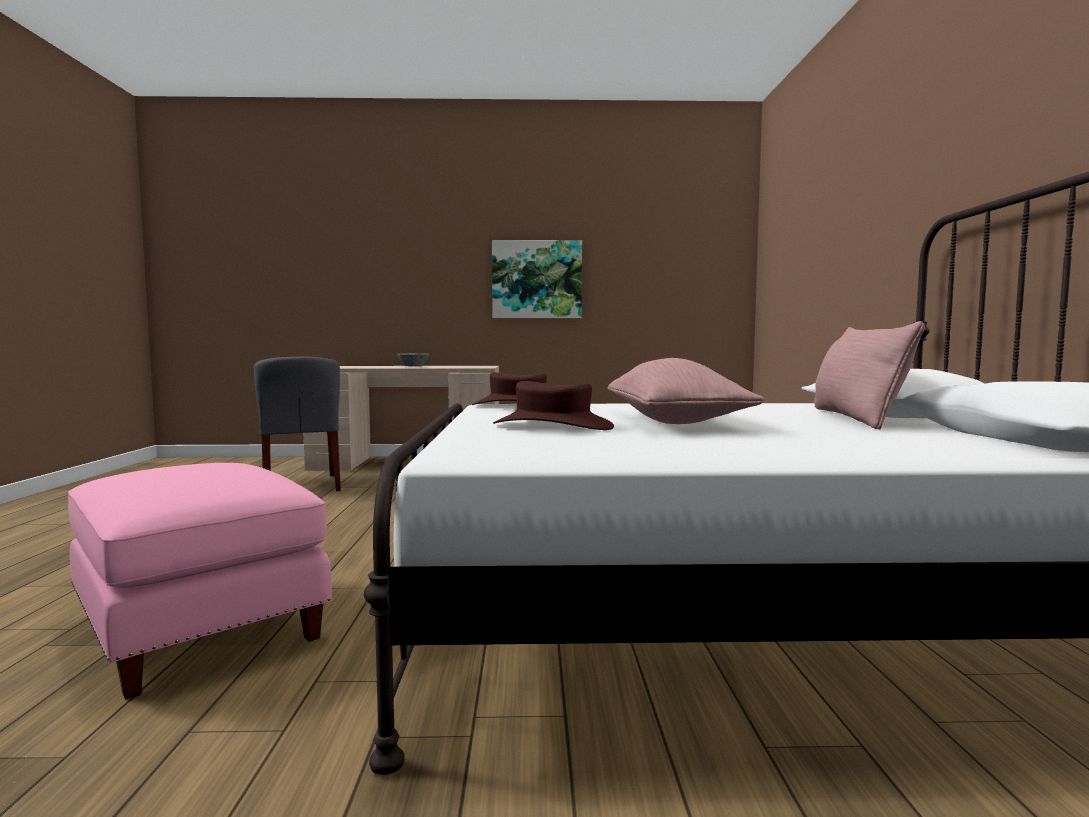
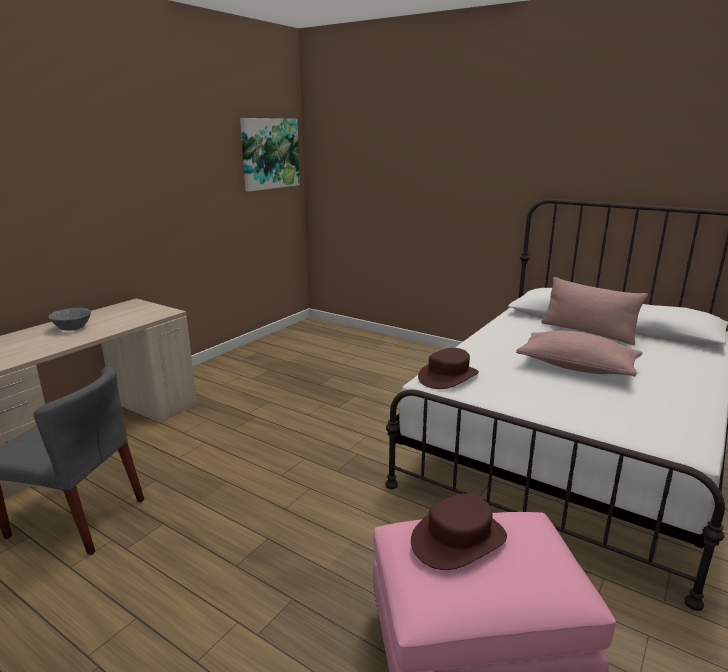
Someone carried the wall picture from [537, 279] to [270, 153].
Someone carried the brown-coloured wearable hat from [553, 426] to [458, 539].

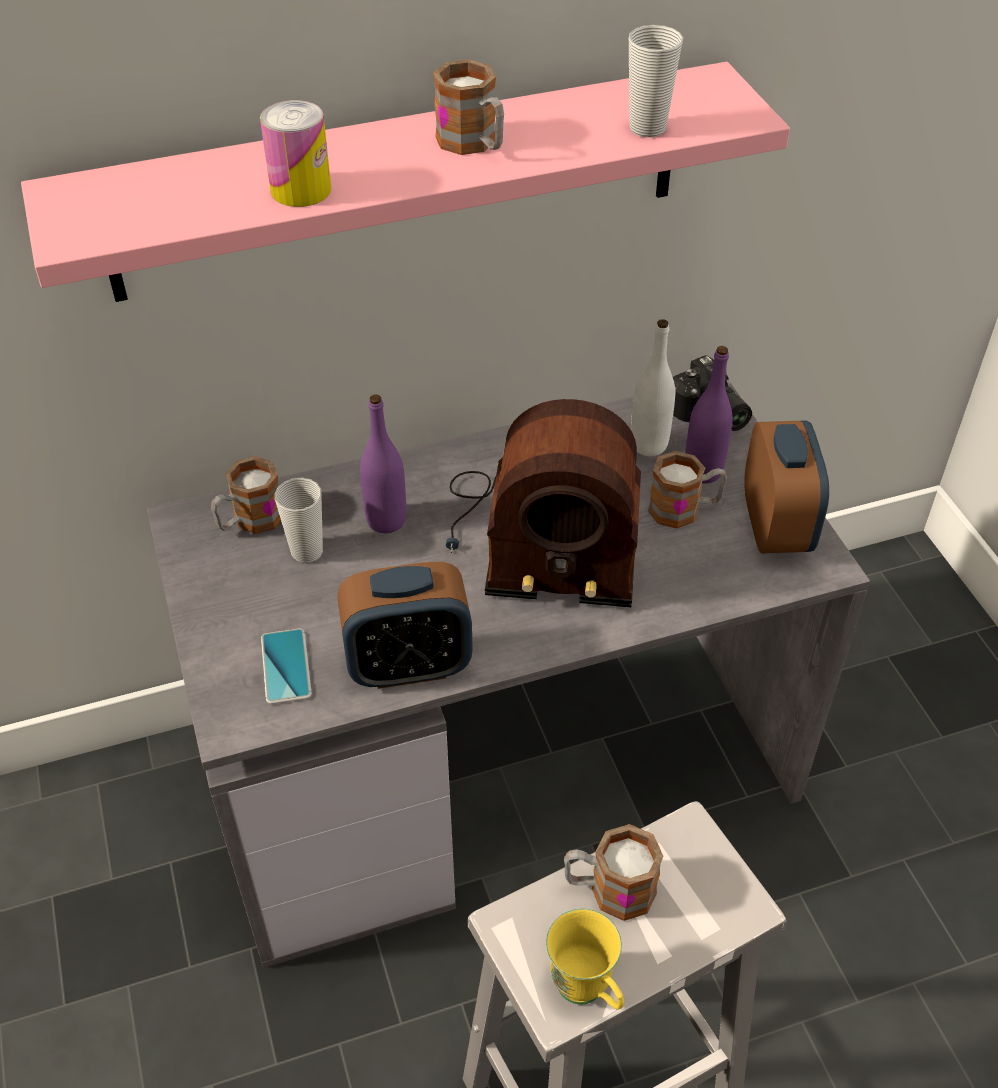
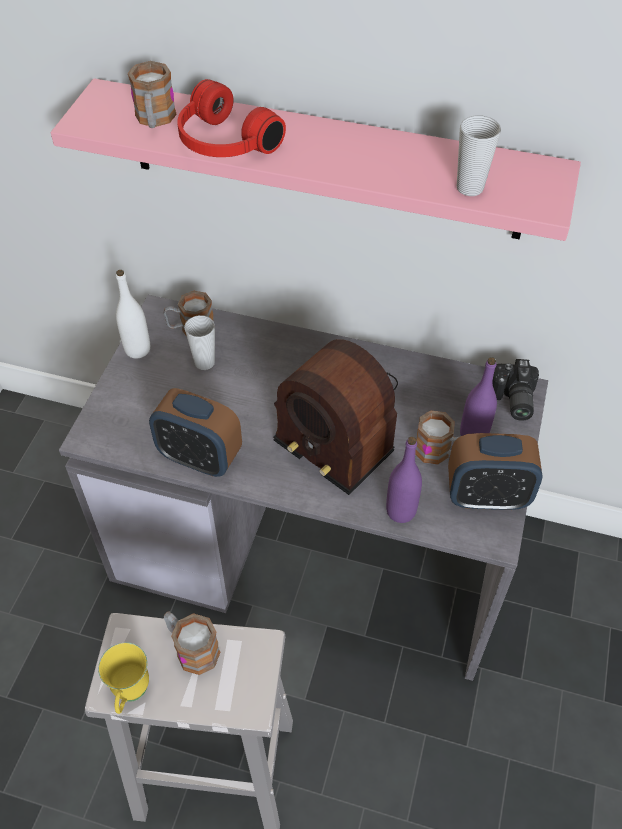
Someone swapped the sealed can at [301, 190] for the red-coloured headset at [223, 143].
Someone took away the handset at [286, 666].
Someone carried the purple beverage bottle from [386, 520] to [401, 511].
Someone carried the coffee mug from [474, 144] to [155, 120].
Someone carried the white beverage bottle from [648, 444] to [137, 349].
Someone rotated the table clock at [776, 527] by 60 degrees clockwise.

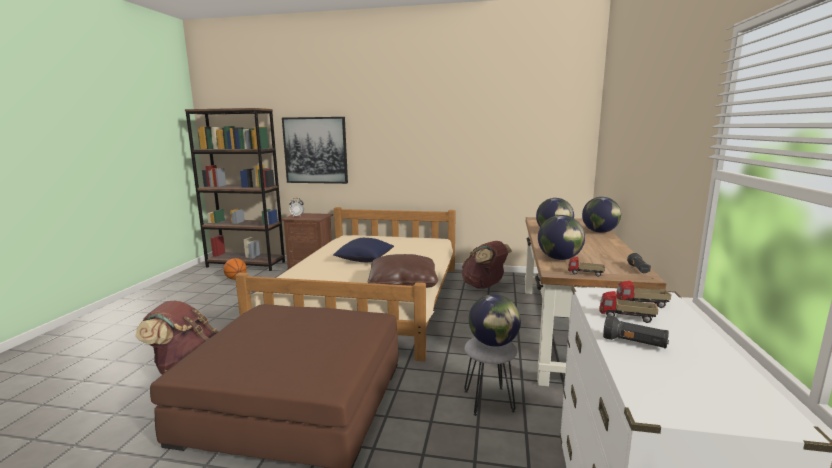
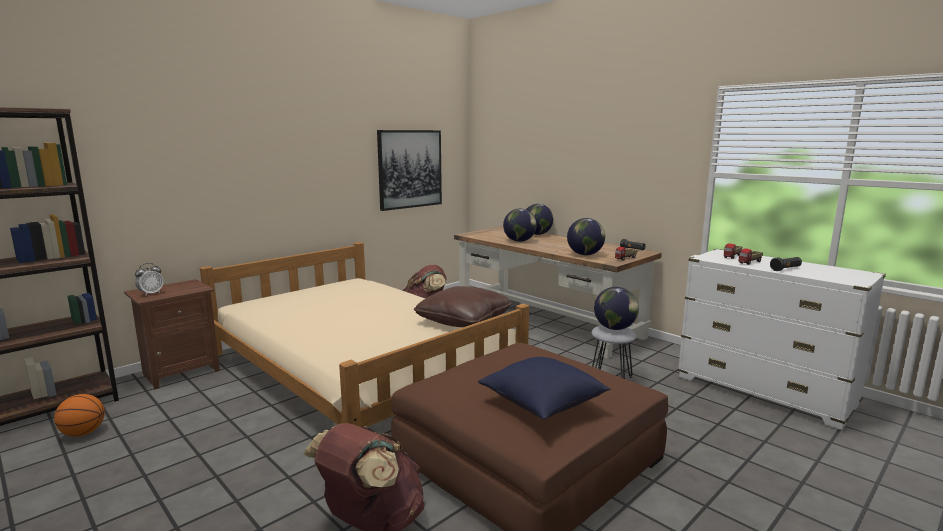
Someone carried the wall picture from [315, 150] to [410, 169].
Someone carried the bluish throw pillow from [364, 260] to [543, 404].

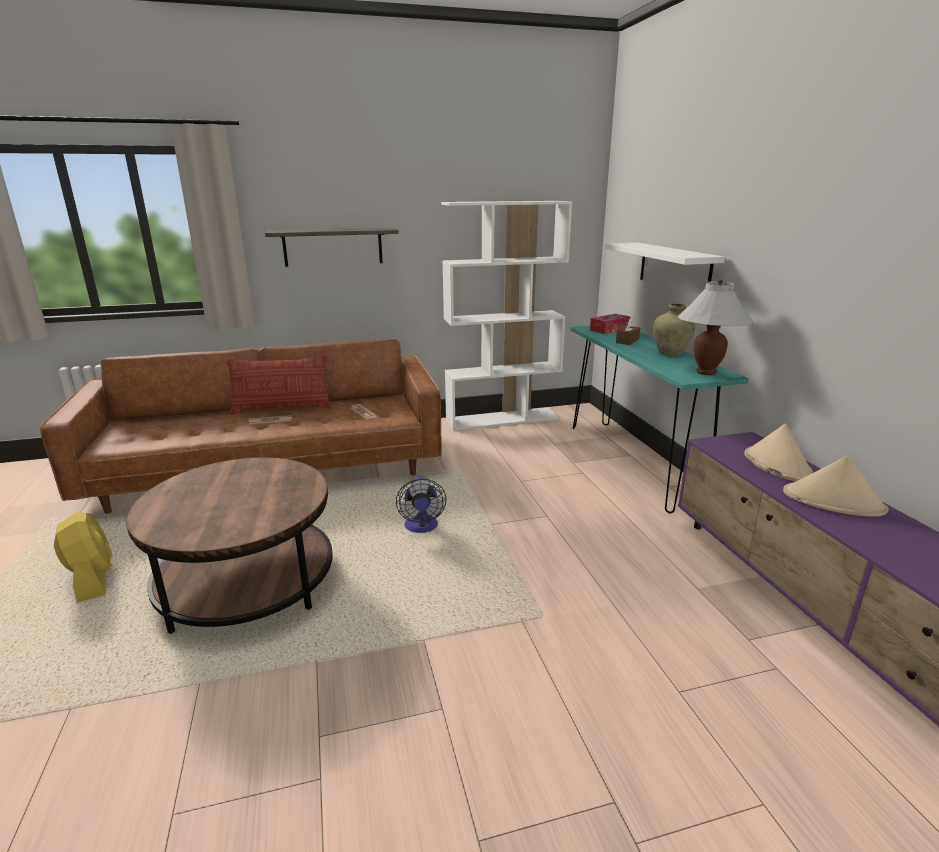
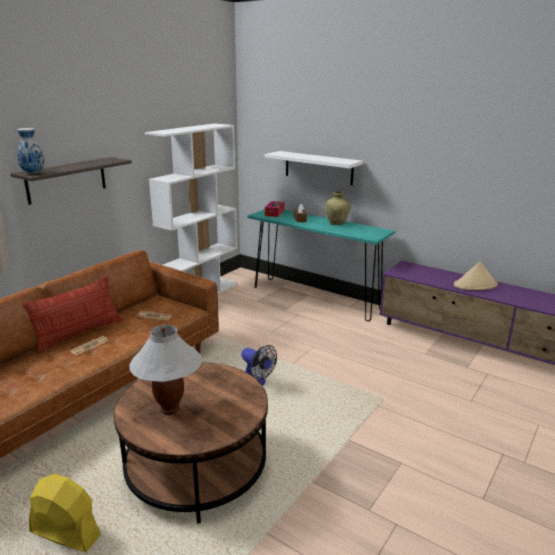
Someone carried the white lamp for a table from [705, 372] to [169, 409].
Someone took away the sand-coloured wearable hat at [777, 465].
Someone put down the vase at [33, 173].

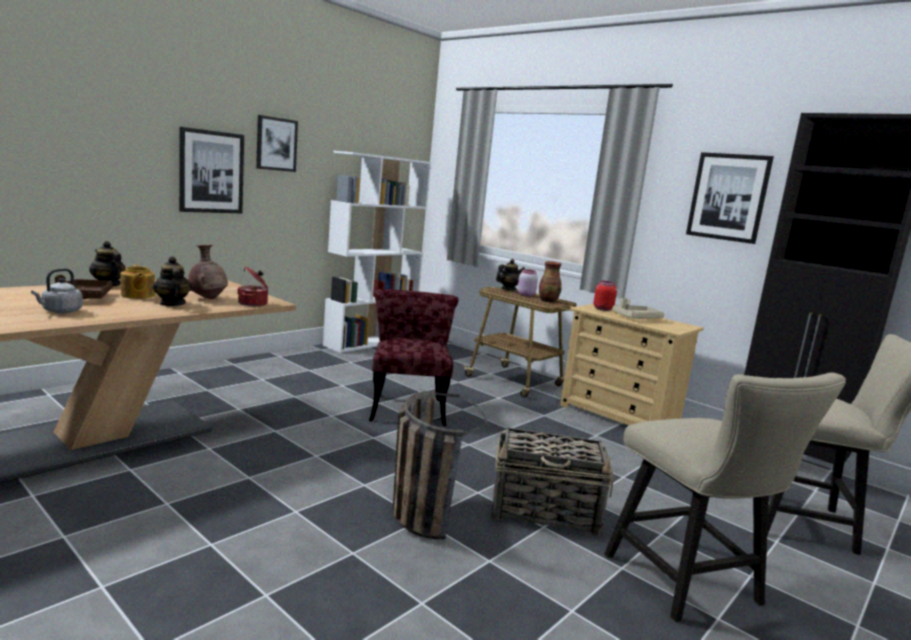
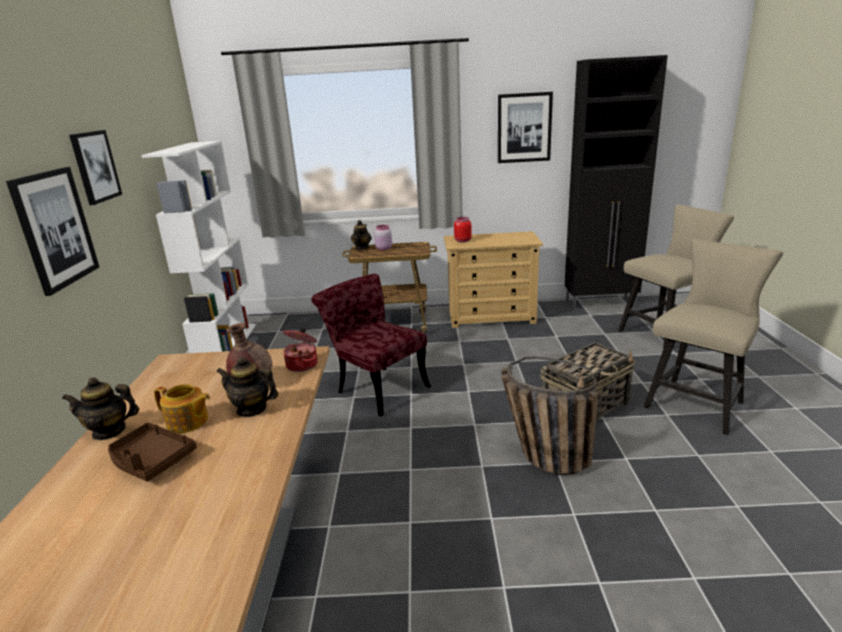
Someone took away the greyish tea kettle at [60, 311].
Someone took away the vase at [548, 301].
Someone rotated the sand-coloured plain chair at [690, 585] by 75 degrees counterclockwise.
Someone took away the sand-coloured carrying tray at [636, 318].

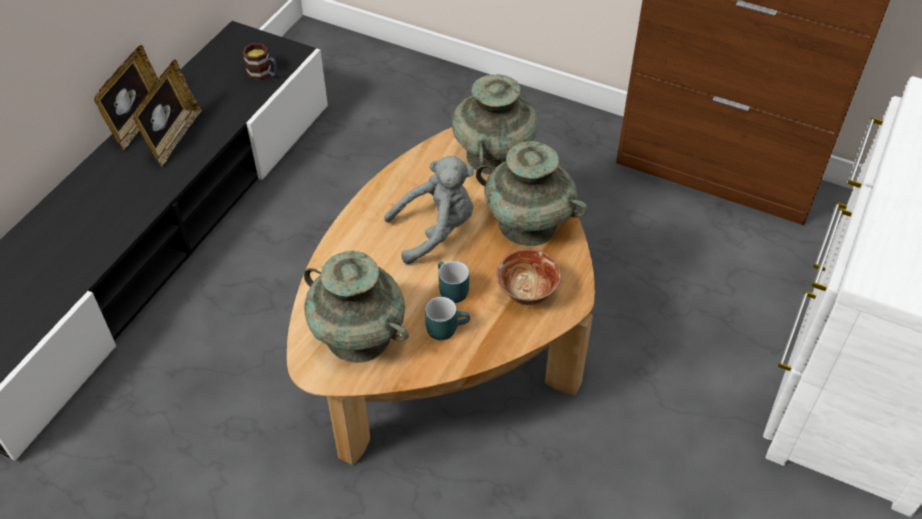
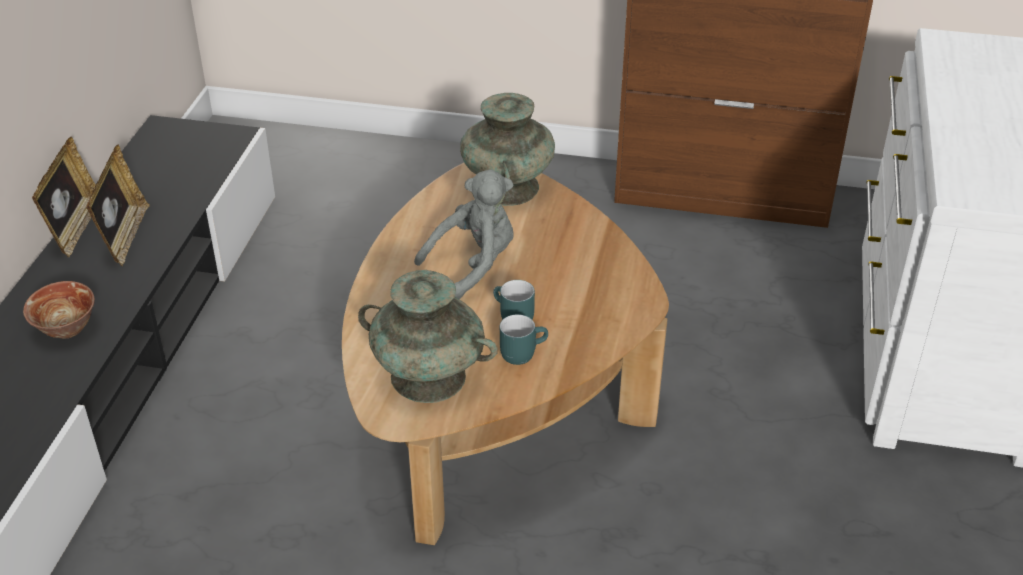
Someone took away the coffee mug at [264, 74].
Someone took away the turquoise-coloured vase at [528, 224].
Someone carried the deep dish from [527, 293] to [67, 329].

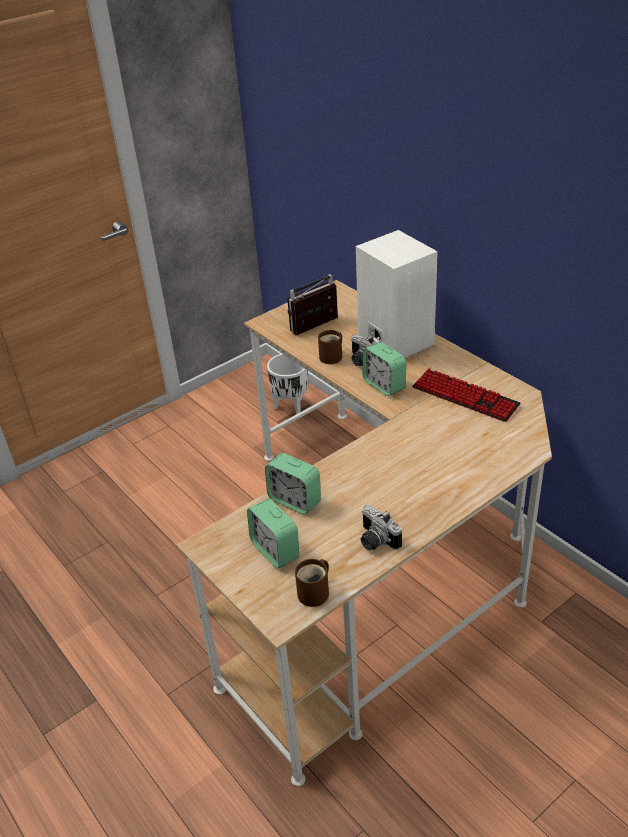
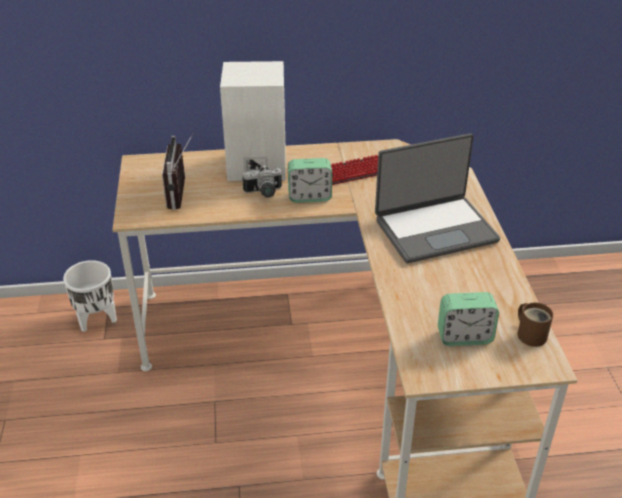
Someone took away the table clock at [295, 500].
Someone took away the brown-coloured coffee mug at [332, 356].
Someone took away the photo camera at [375, 541].
Someone put down the notebook computer at [434, 229].

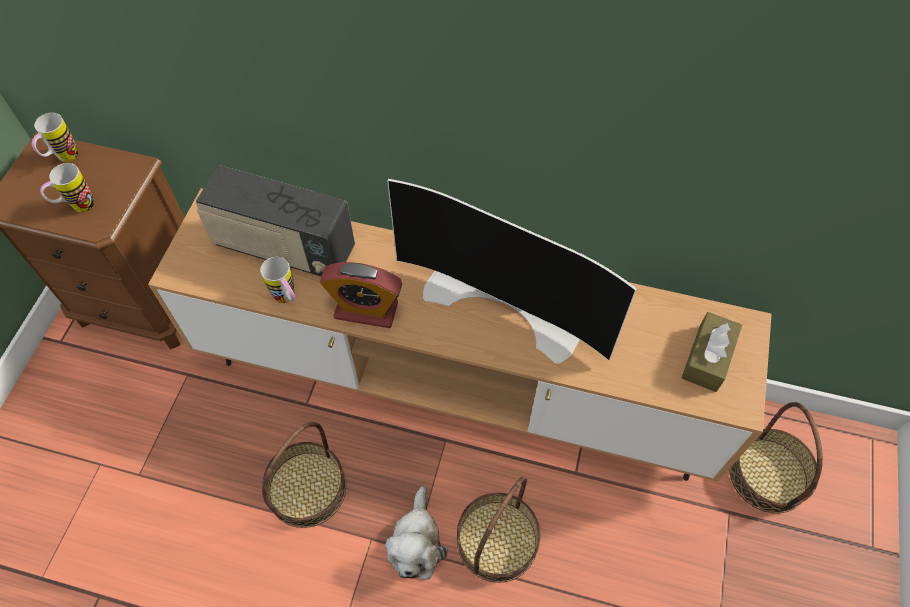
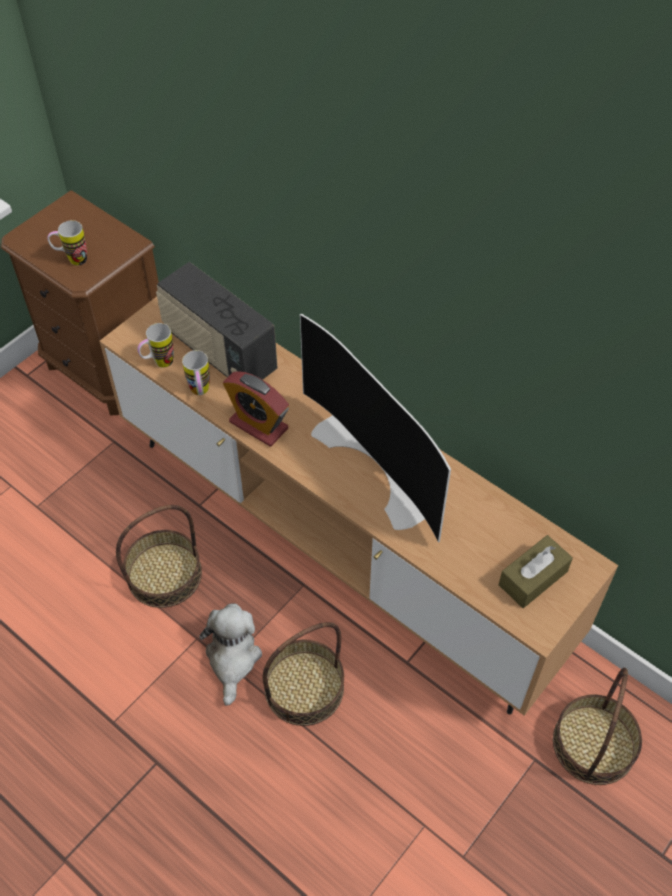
Someone carried the coffee mug from [63, 159] to [158, 363].
Someone rotated the cuddly toy at [416, 543] by 150 degrees clockwise.

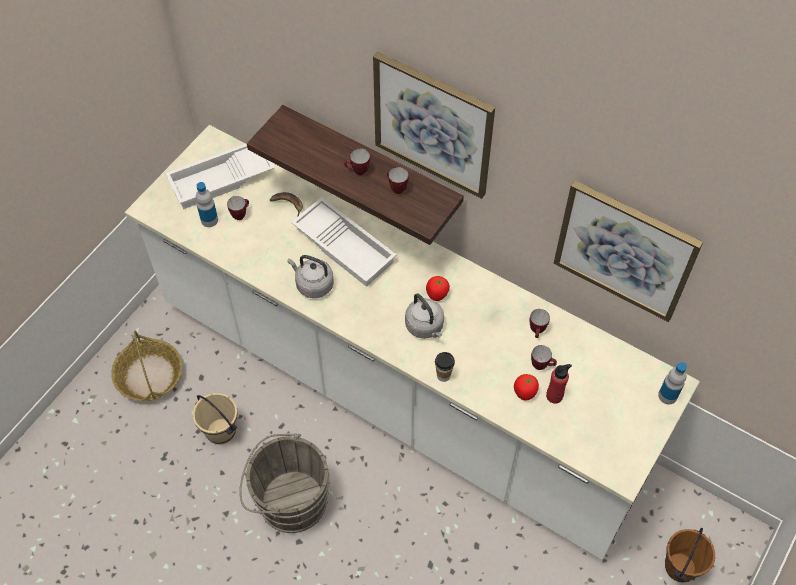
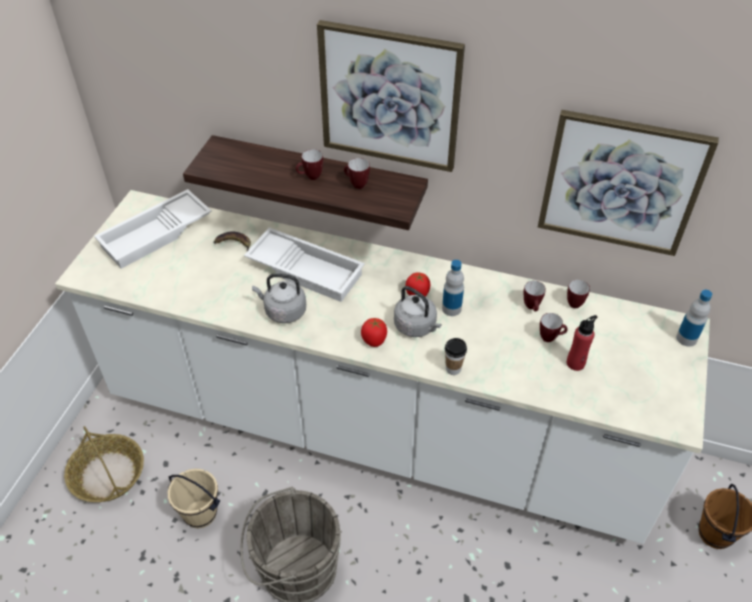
Someone carried the beverage bottle from [209, 220] to [451, 308].
Someone carried the coffee mug from [240, 214] to [575, 302].
Someone carried the fresh tomato from [525, 392] to [374, 340].

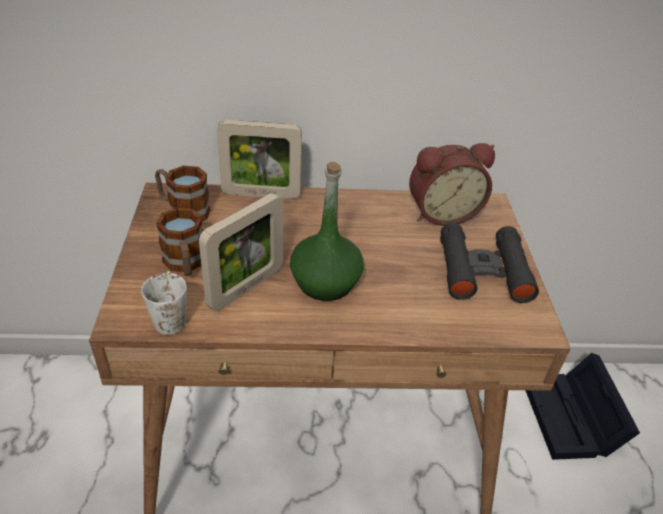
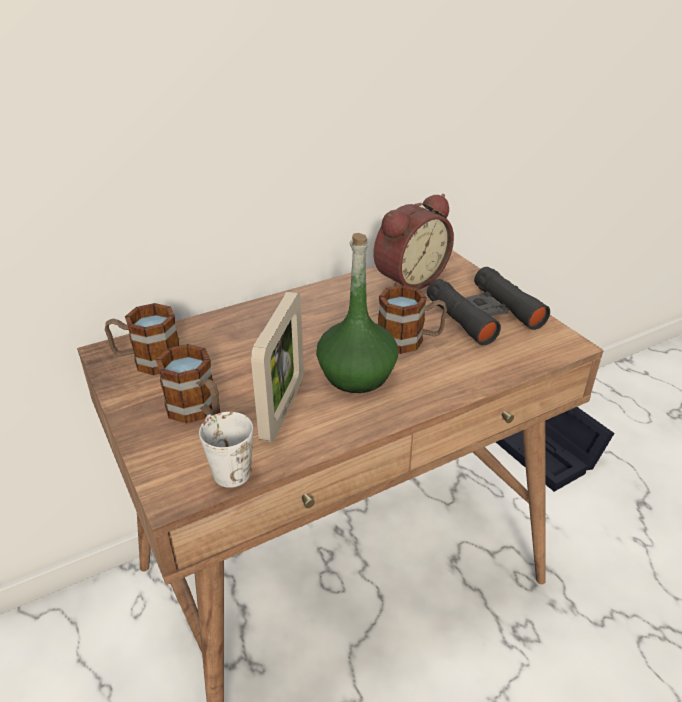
Someone took away the picture frame at [261, 194].
Someone put down the coffee mug at [410, 340].

